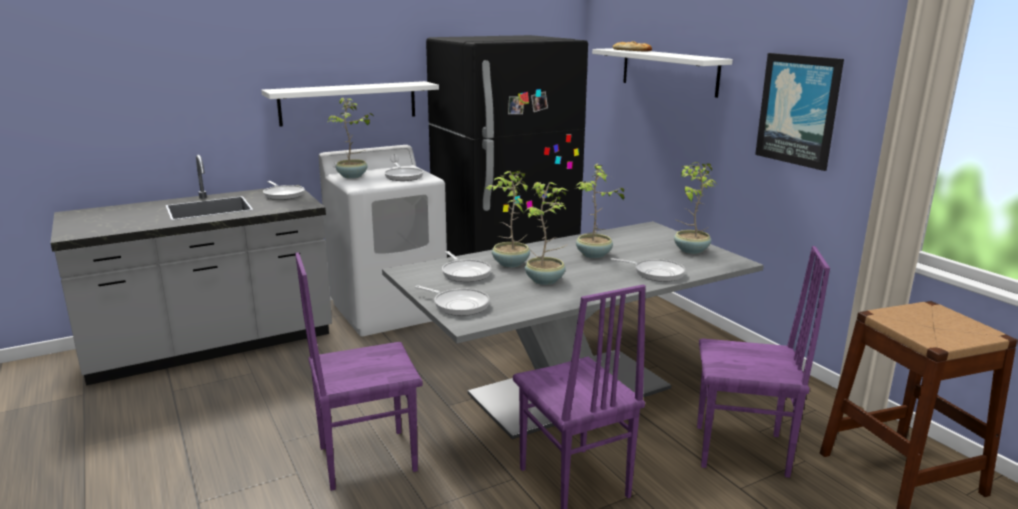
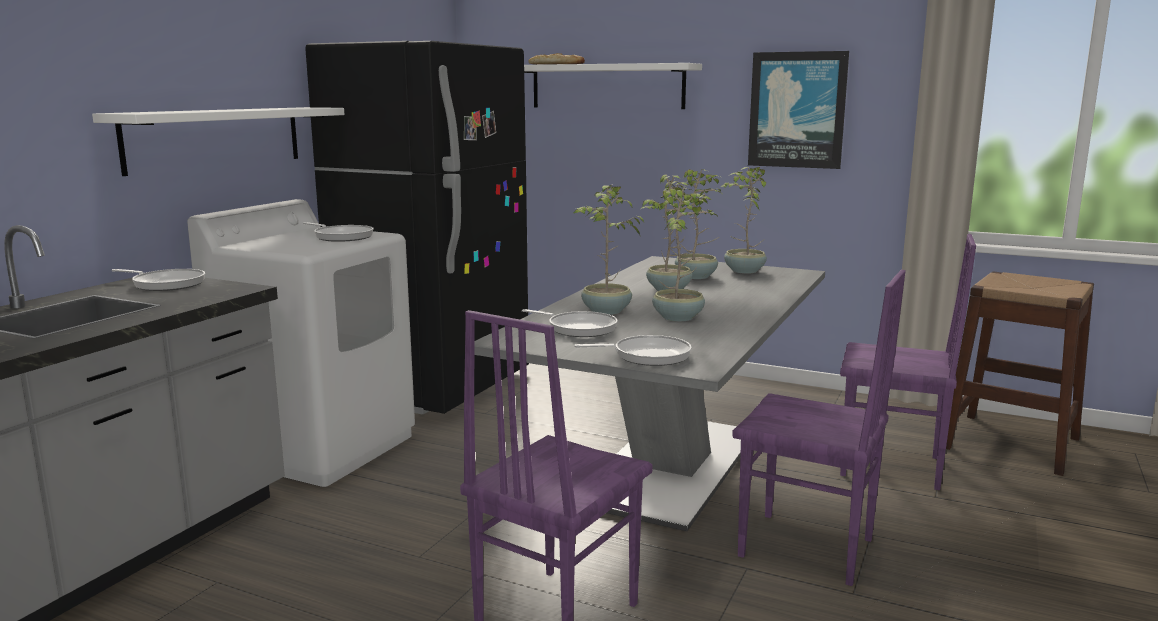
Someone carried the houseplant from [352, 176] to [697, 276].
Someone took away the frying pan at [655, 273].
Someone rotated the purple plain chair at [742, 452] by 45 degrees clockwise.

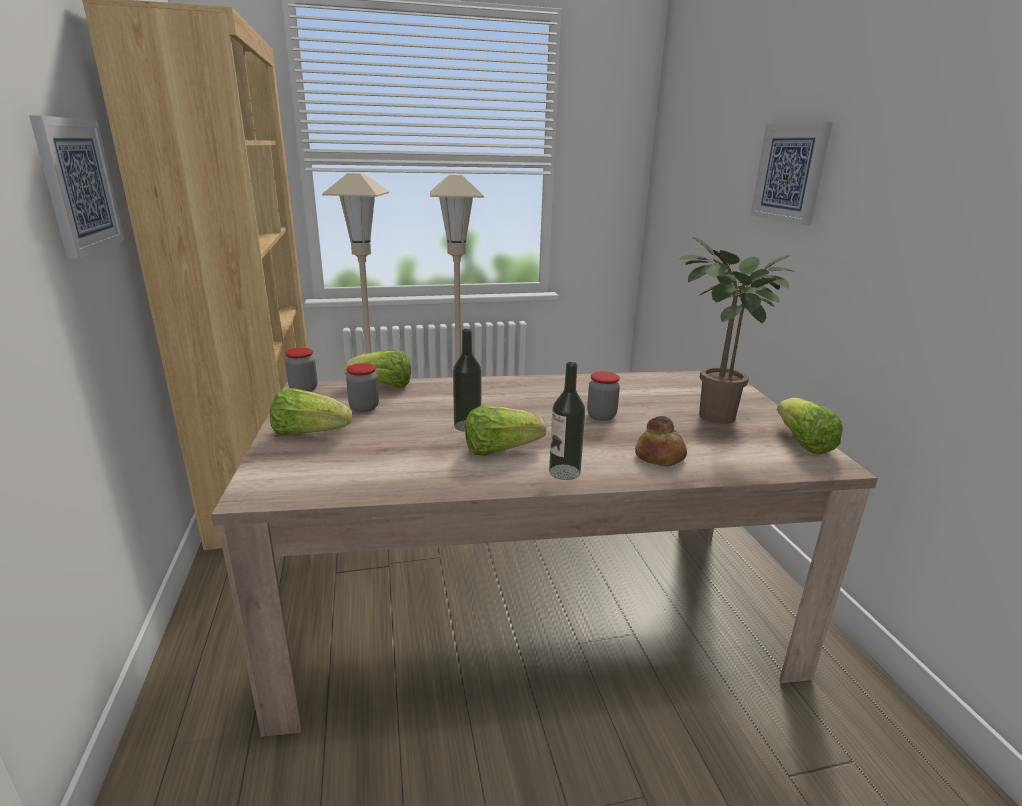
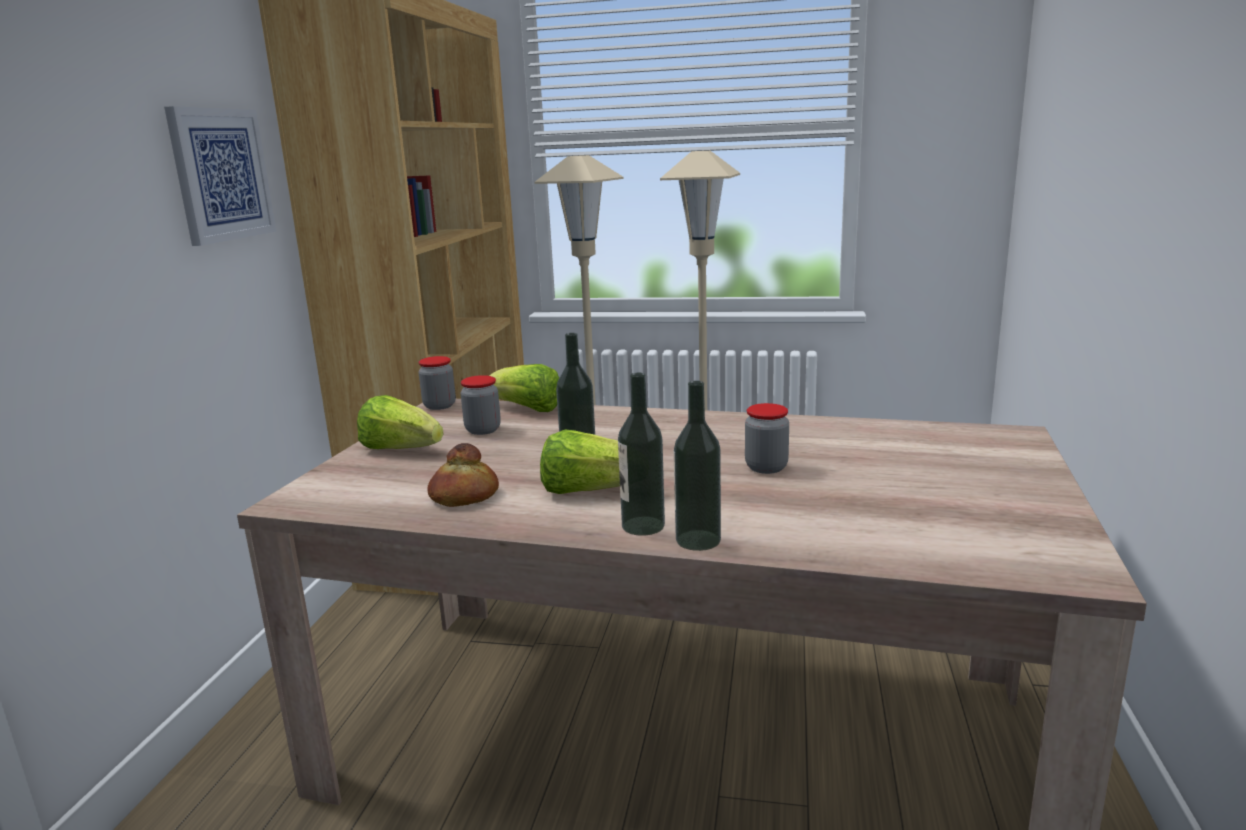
Someone carried the baked bread from [660, 456] to [464, 496].
Someone took away the houseplant at [714, 418].
Someone took away the wall picture at [790, 173].
Someone took away the lettuce at [802, 442].
Someone put down the beverage bottle at [698, 540].

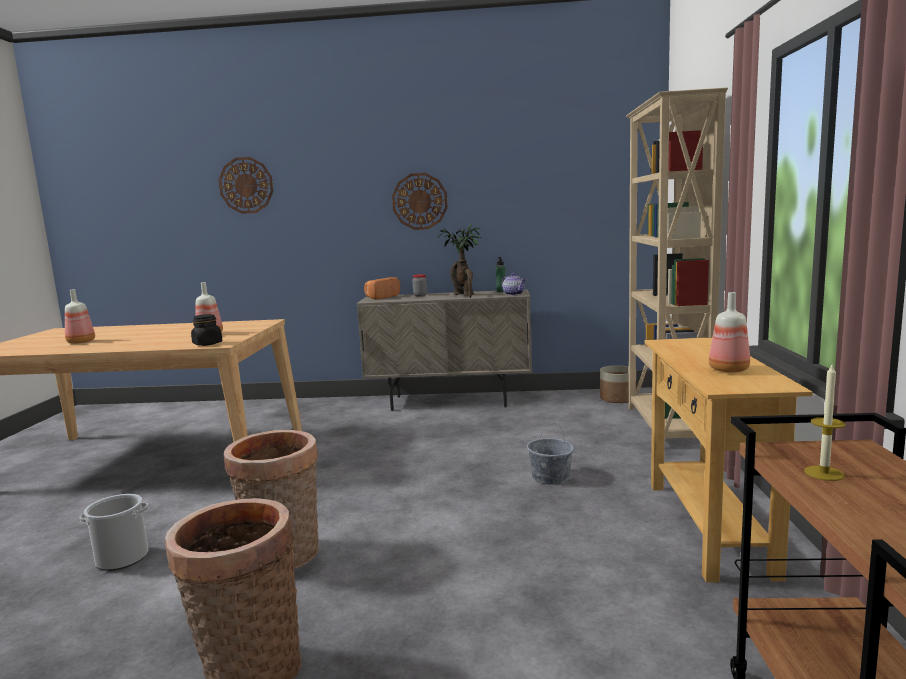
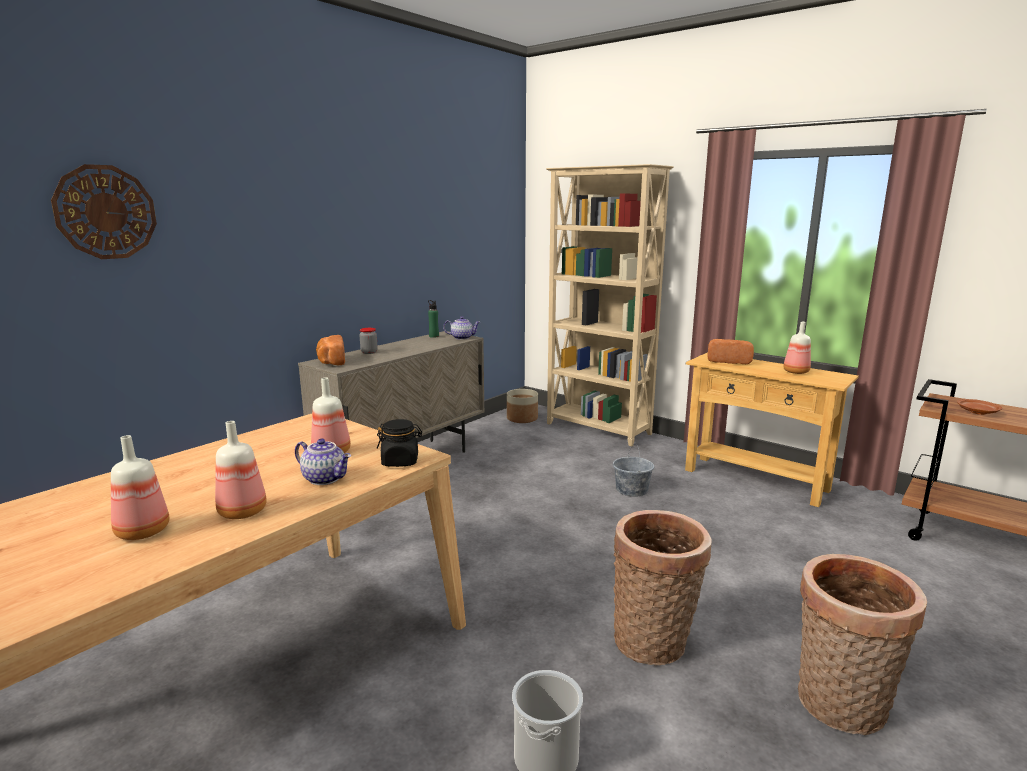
Someone took away the clock on the wall at [419, 201].
Someone took away the houseplant at [464, 295].
Someone swapped the wax candle at [824, 473] for the brown-coloured dinner plate at [977, 412].
Someone put down the beverage bottle at [244, 512].
Someone put down the teapot at [325, 478].
Someone put down the baked bread at [728, 361].

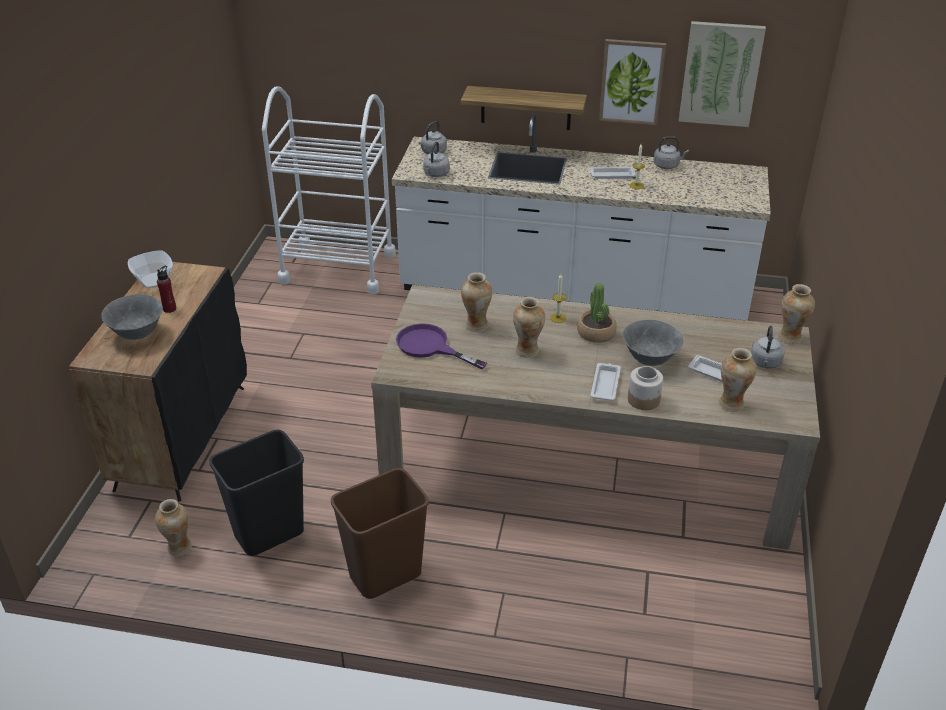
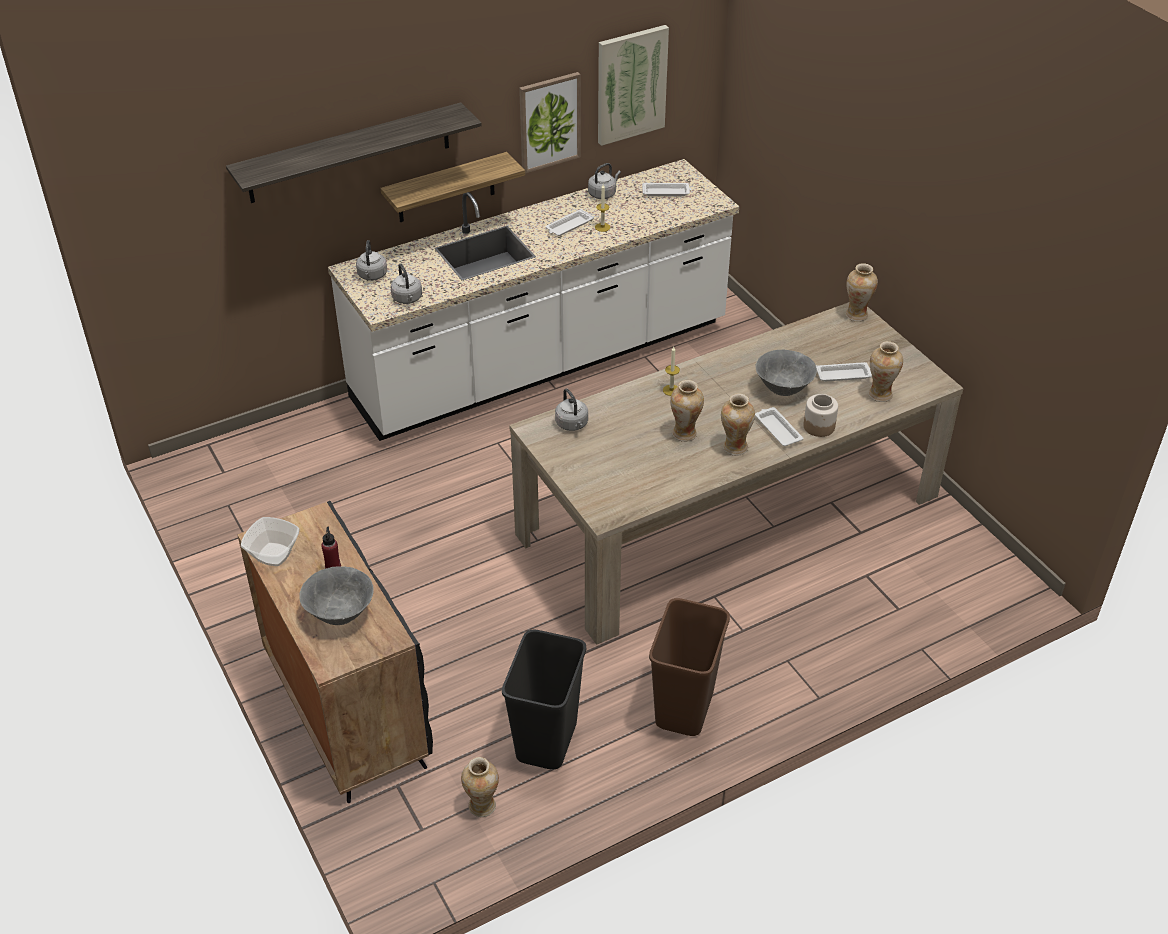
Someone took away the white wheeled cart at [338, 267].
Someone took away the purple frying pan at [430, 347].
Someone carried the vase from [476, 325] to [734, 447].
Someone took away the houseplant at [596, 333].
Someone carried the greyish tea kettle from [765, 363] to [572, 425].
Someone put up the wall shelf at [349, 153].
Someone put down the white carrying tray at [666, 192].

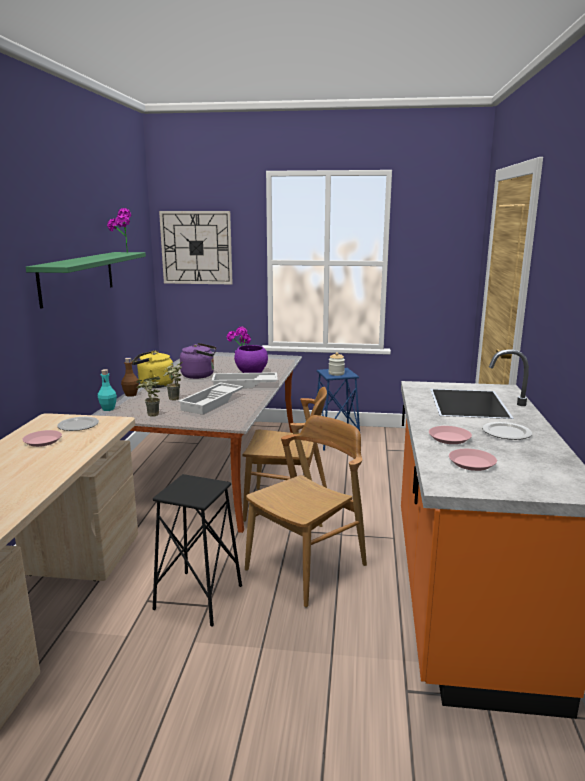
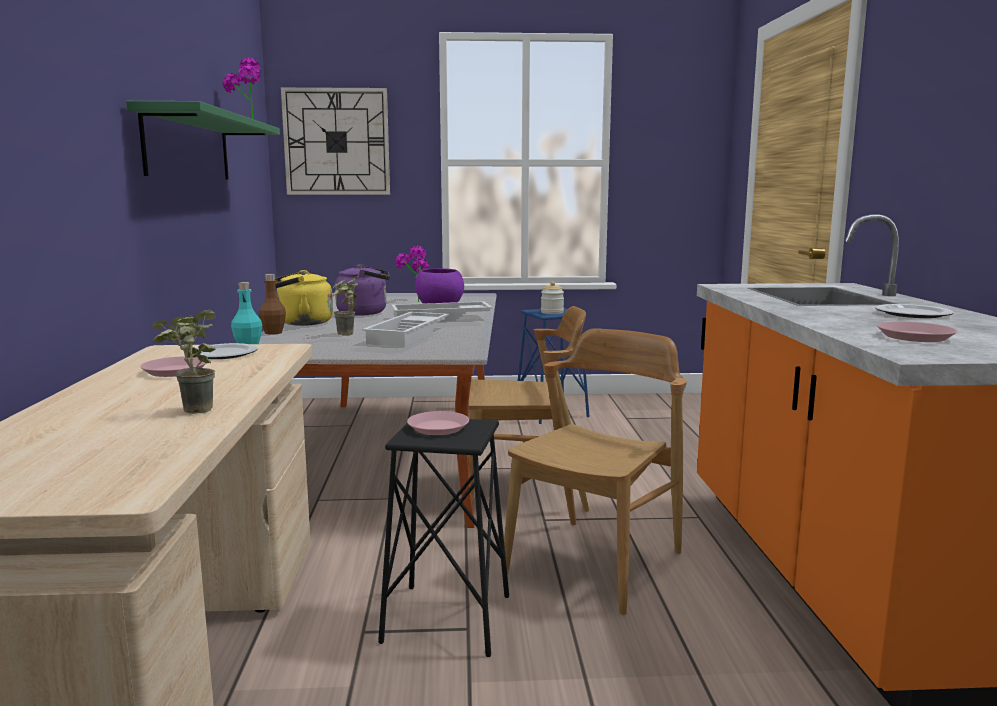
Someone carried the houseplant from [150, 415] to [190, 412].
Someone carried the pink dinner plate from [449, 438] to [437, 428].

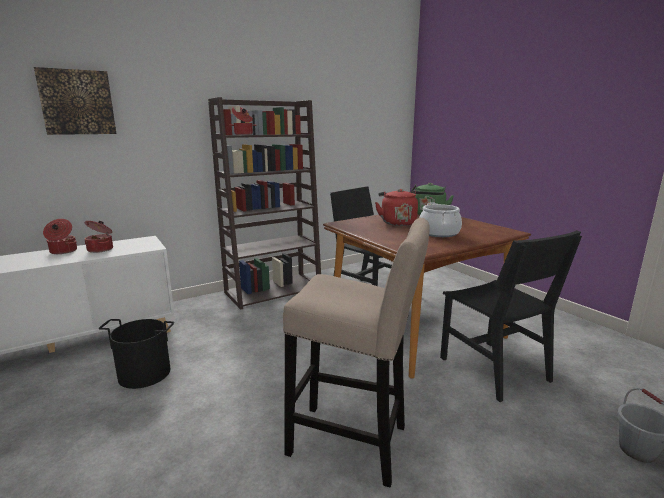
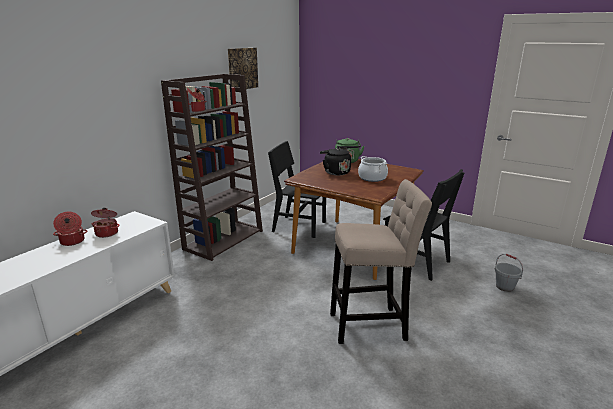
Someone carried the wall picture from [77, 102] to [242, 68].
Someone took away the black water bucket at [145, 373].
Someone repainted the red-coloured tea kettle at [397, 222], which became the black tea kettle at [335, 172].

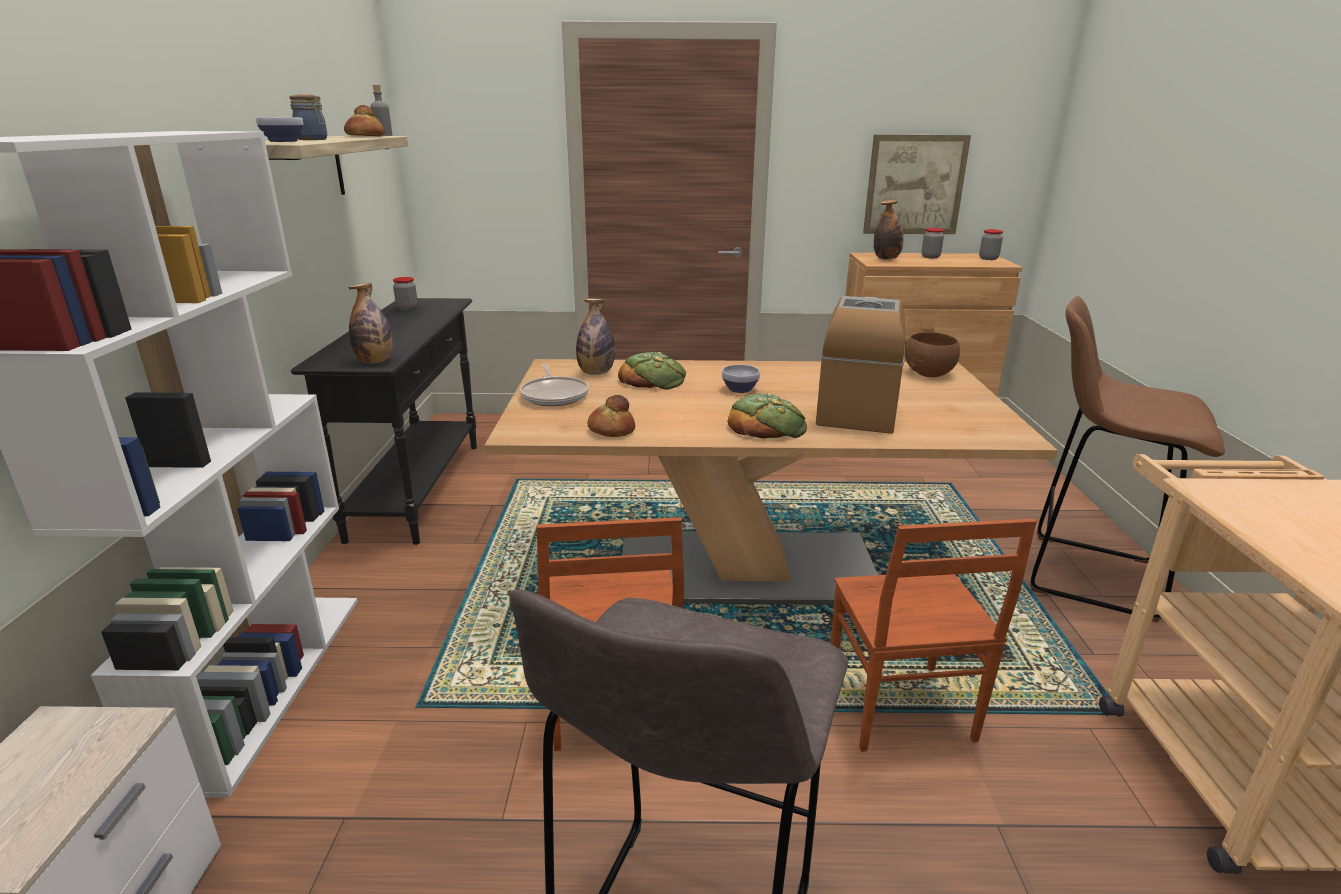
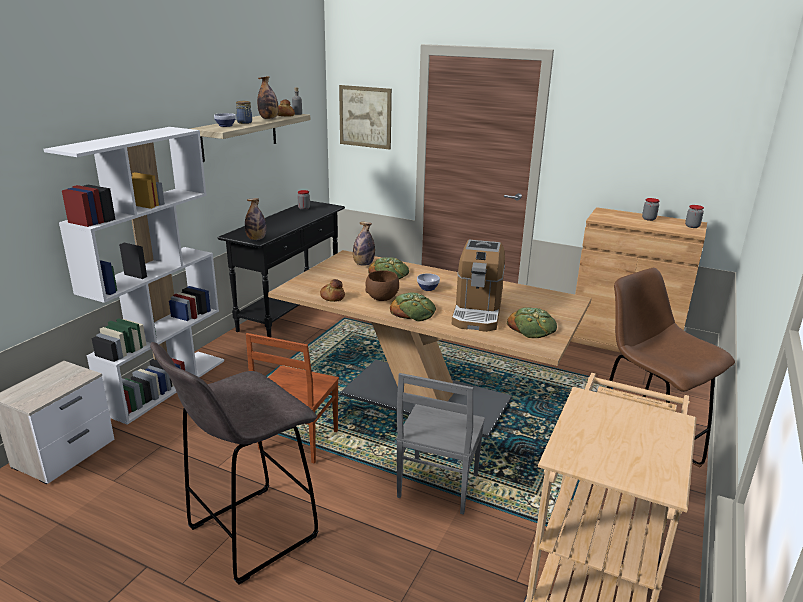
Someone took away the frying pan at [554, 395].
Someone rotated the coffee machine at [857, 408] by 150 degrees clockwise.
Someone repainted the brown-coloured plain chair at [898, 709], which became the greyish plain chair at [436, 487].
Someone carried the wall picture from [915, 185] to [365, 117].
Someone carried the beverage bottle from [886, 259] to [269, 118].
Someone carried the brown-coloured deep dish from [929, 374] to [382, 298].
Someone put down the baked bread at [532, 327].

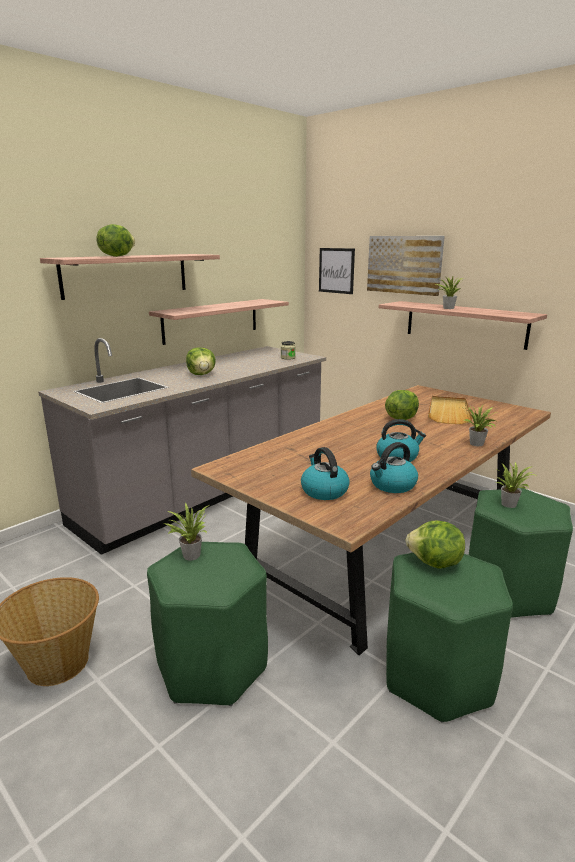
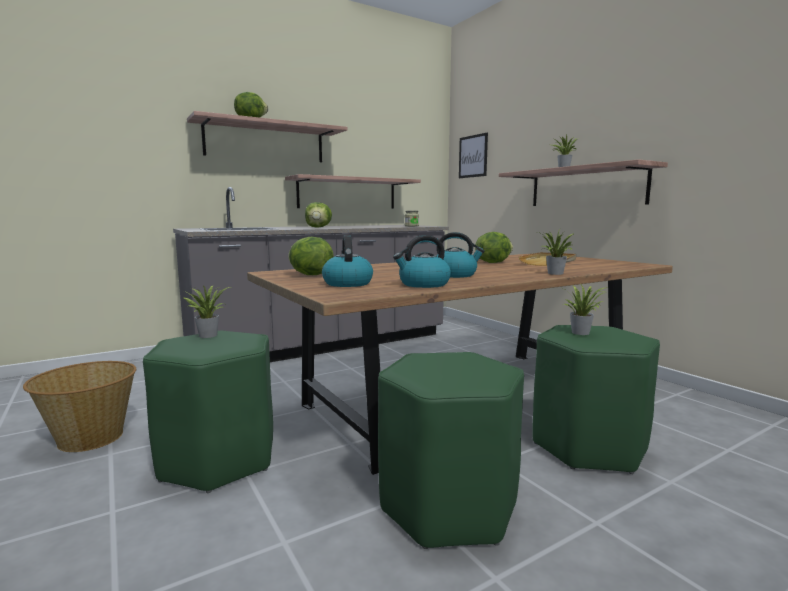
Someone took away the wall picture at [404, 264].
Someone carried the lettuce from [435, 563] to [310, 275].

